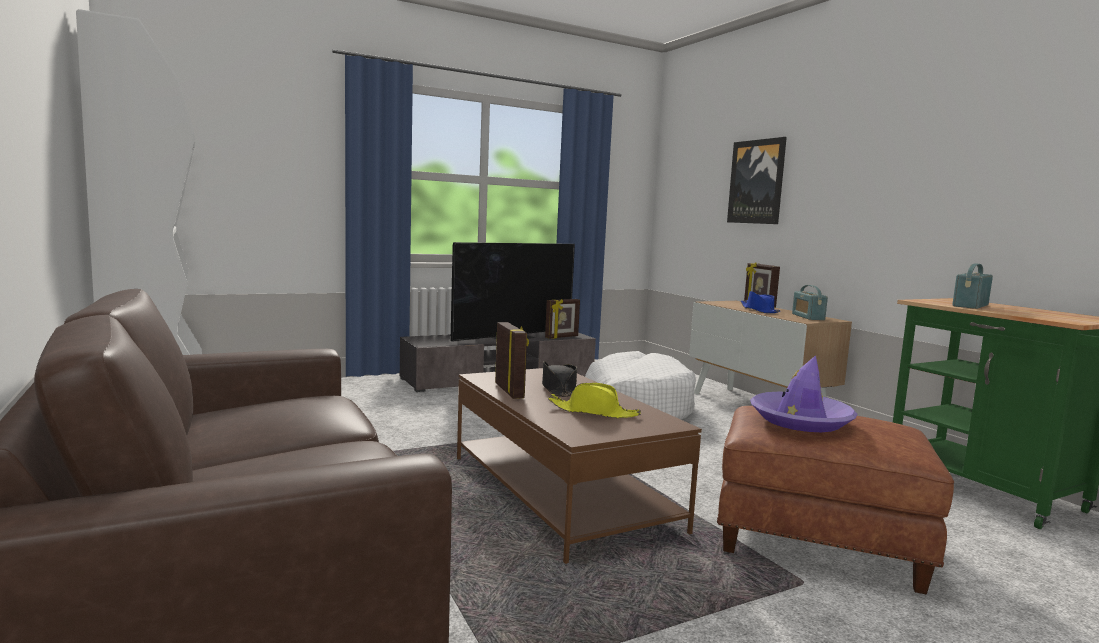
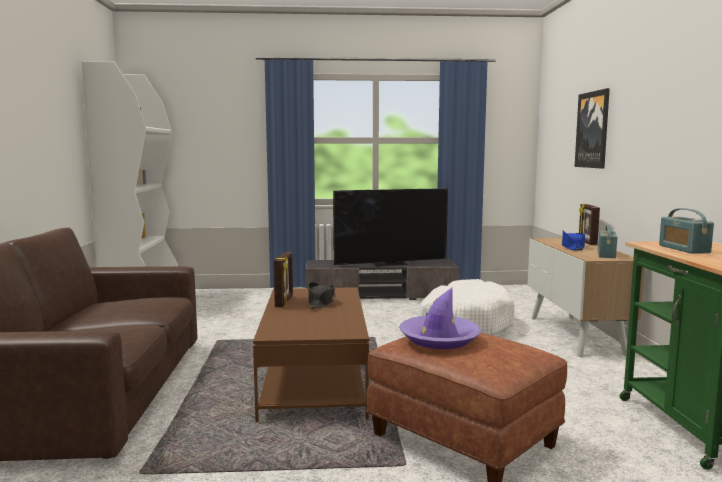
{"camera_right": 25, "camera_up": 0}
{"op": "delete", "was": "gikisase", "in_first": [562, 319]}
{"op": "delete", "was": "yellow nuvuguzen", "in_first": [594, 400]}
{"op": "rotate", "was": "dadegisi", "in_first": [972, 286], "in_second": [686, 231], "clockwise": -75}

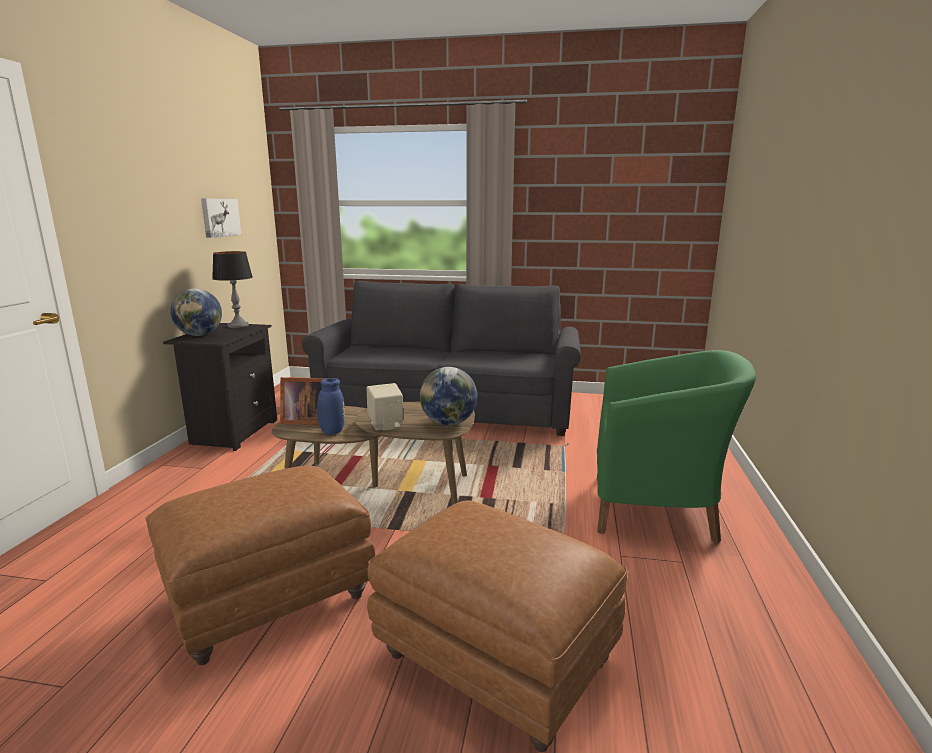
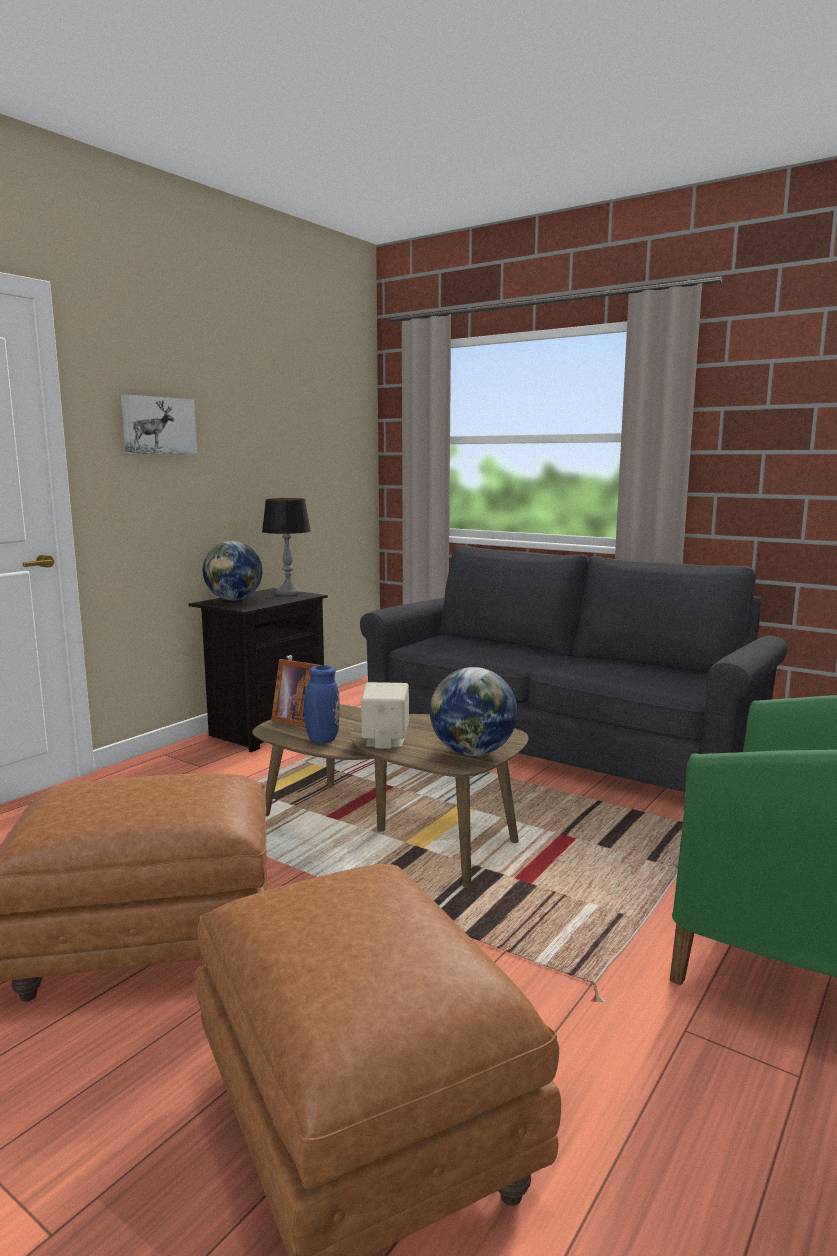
{"camera_right": 25, "camera_up": -5}
{"op": "move", "was": "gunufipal", "in_first": [221, 218], "in_second": [159, 424]}

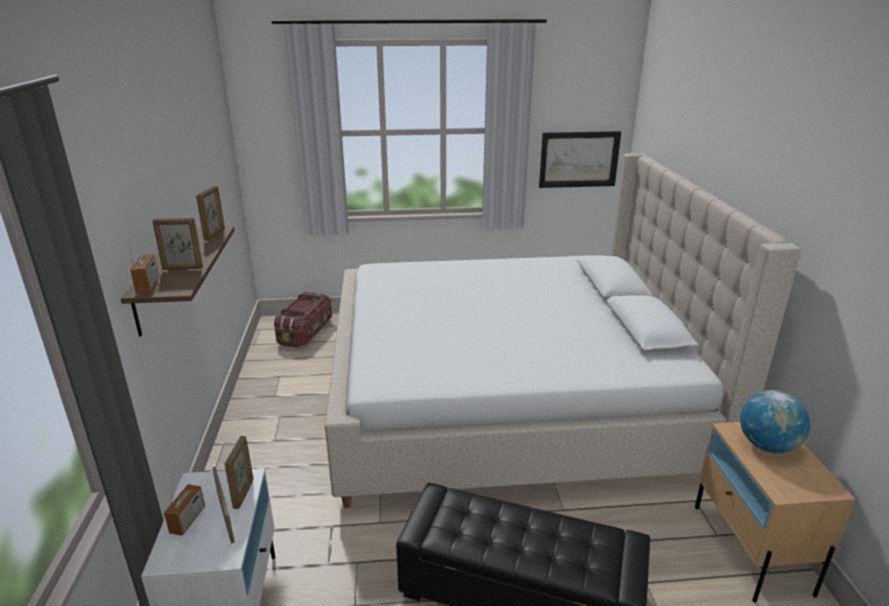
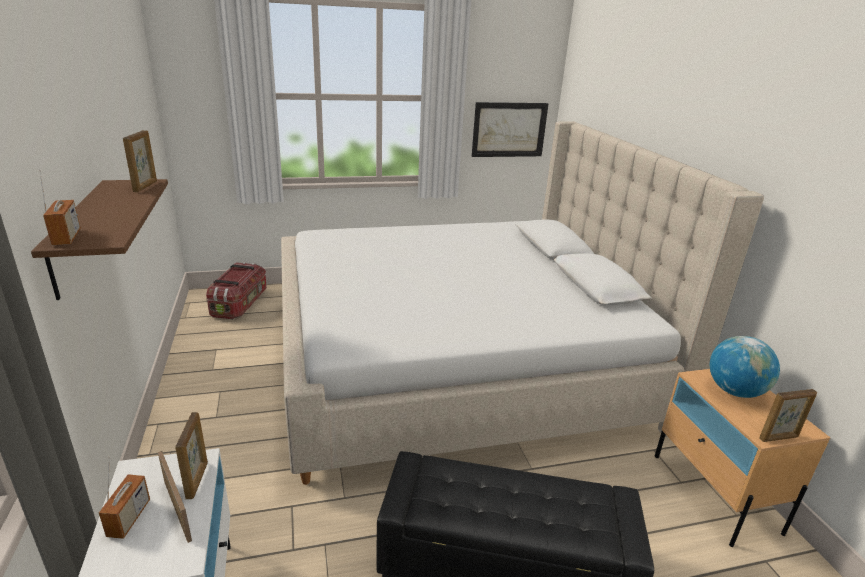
{"camera_right": -10, "camera_up": 0}
{"op": "move", "was": "gikisase", "in_first": [177, 244], "in_second": [788, 415]}

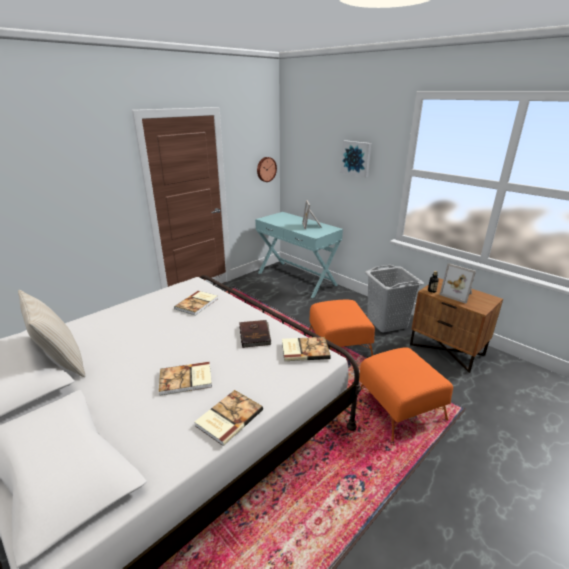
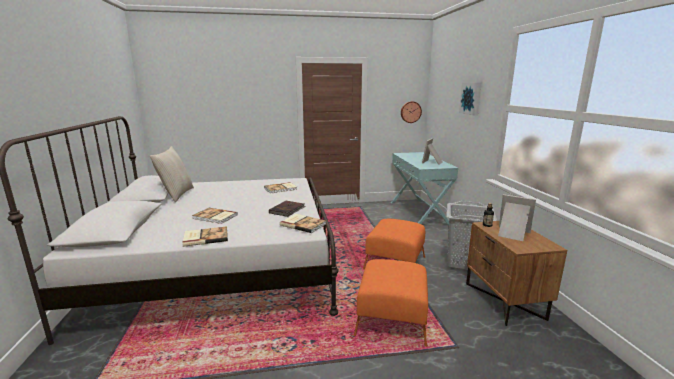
{"camera_right": 35, "camera_up": -10}
{"op": "rotate", "was": "gikisase", "in_first": [458, 283], "in_second": [517, 217], "clockwise": 135}

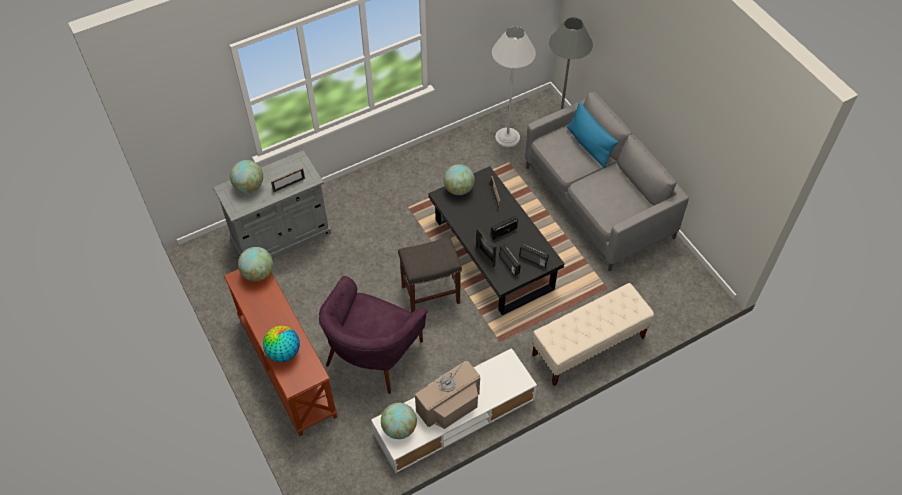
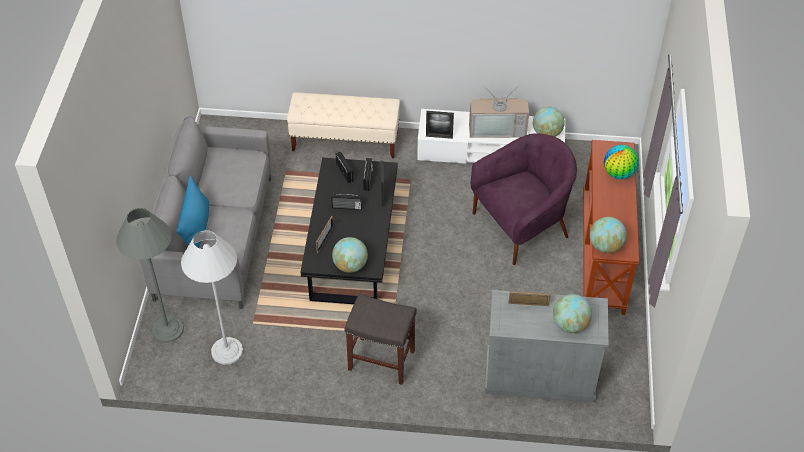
{"camera_right": -145, "camera_up": -5}
{"op": "move", "was": "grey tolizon", "in_first": [430, 274], "in_second": [381, 339]}
{"op": "insert", "now": "gikisase", "in_second": [440, 125]}

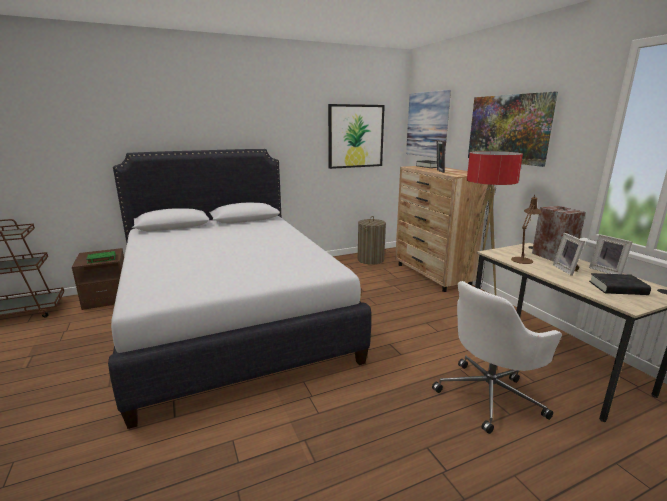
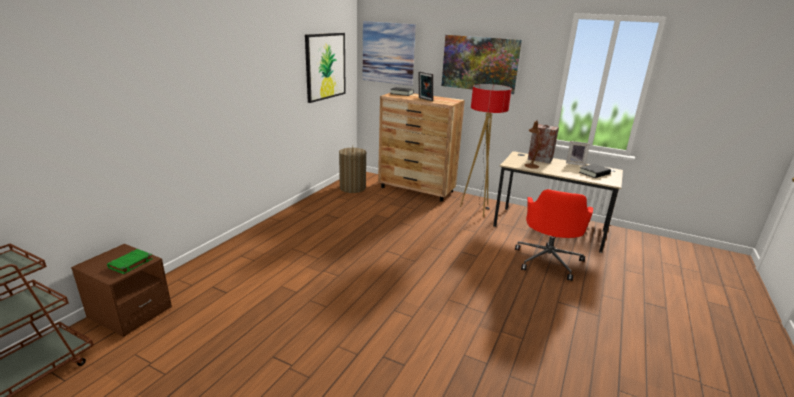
{"camera_right": -40, "camera_up": 5}
{"op": "delete", "was": "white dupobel", "in_first": [239, 289]}
{"op": "recolor", "was": "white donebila", "now": "red donebila", "in_first": [497, 357], "in_second": [554, 235]}
{"op": "delete", "was": "gikisase", "in_first": [569, 254]}

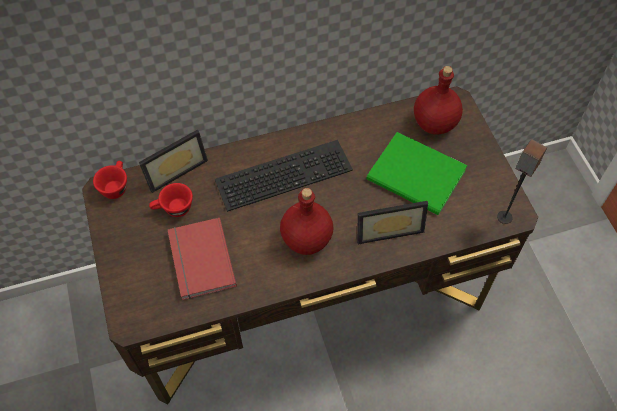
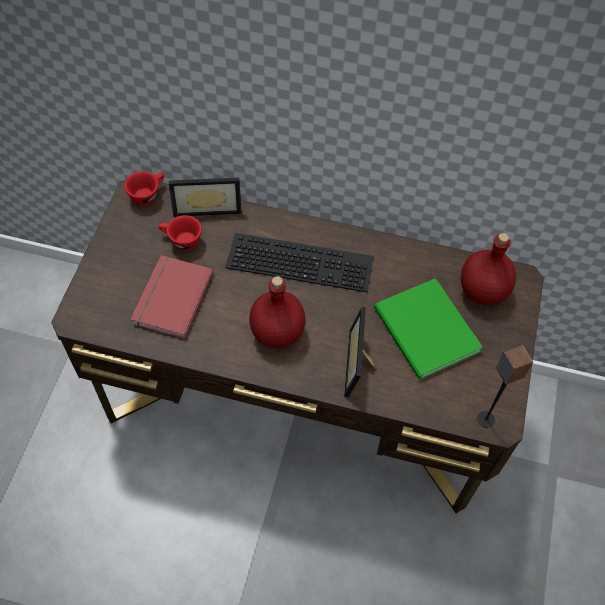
{"camera_right": 30, "camera_up": 0}
{"op": "rotate", "was": "gikisase", "in_first": [392, 222], "in_second": [360, 351], "clockwise": 75}

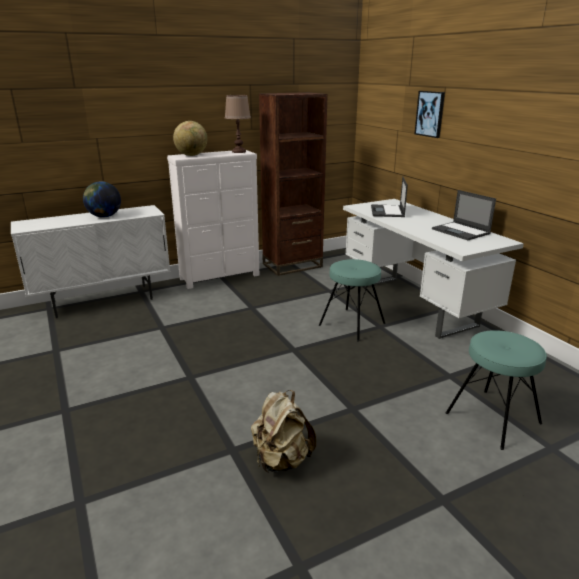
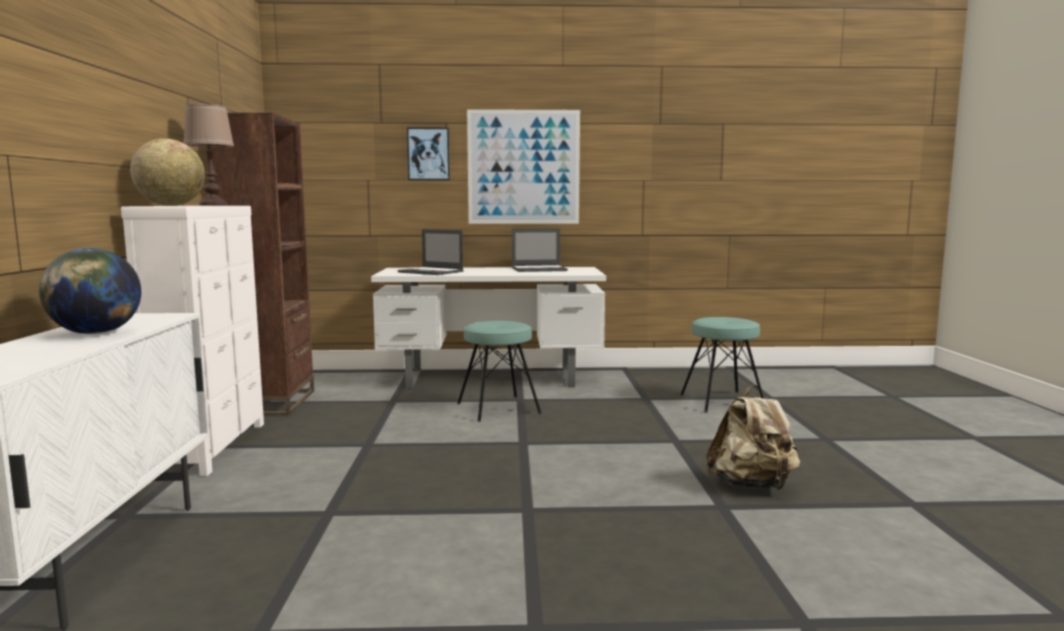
{"camera_right": -65, "camera_up": -15}
{"op": "insert", "now": "gunufipal", "in_second": [523, 166]}

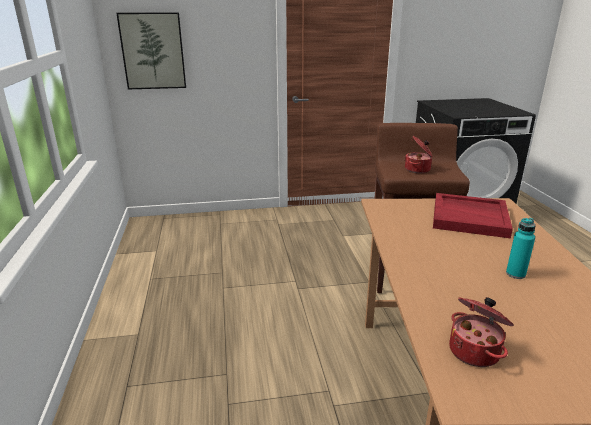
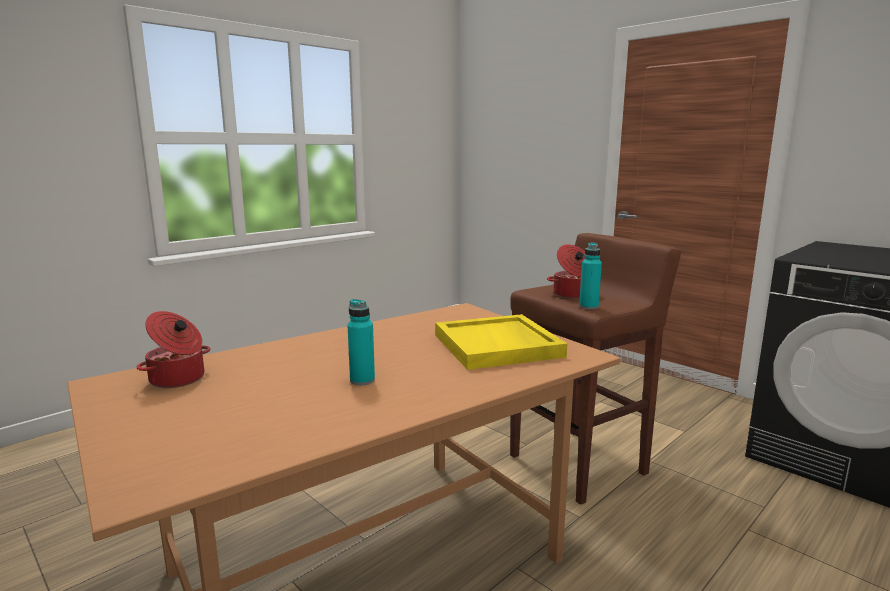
{"camera_right": 55, "camera_up": -10}
{"op": "delete", "was": "gunufipal", "in_first": [151, 50]}
{"op": "recolor", "was": "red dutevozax", "now": "yellow dutevozax", "in_first": [473, 215], "in_second": [501, 342]}
{"op": "insert", "now": "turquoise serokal", "in_second": [590, 276]}

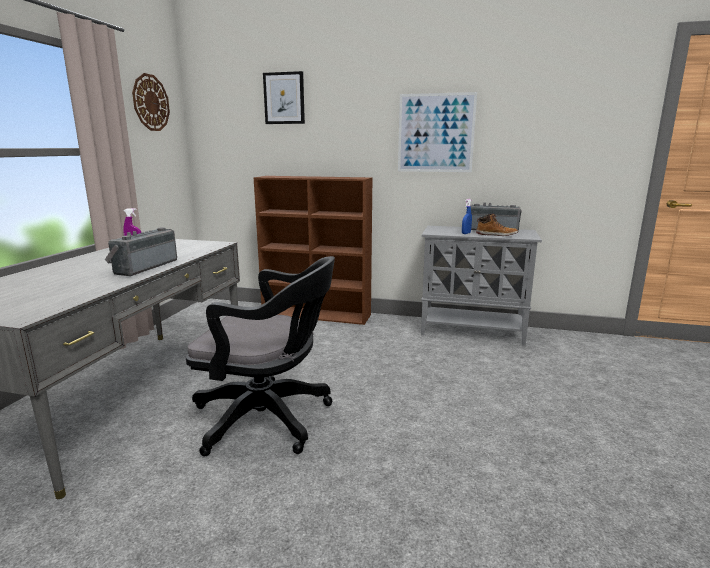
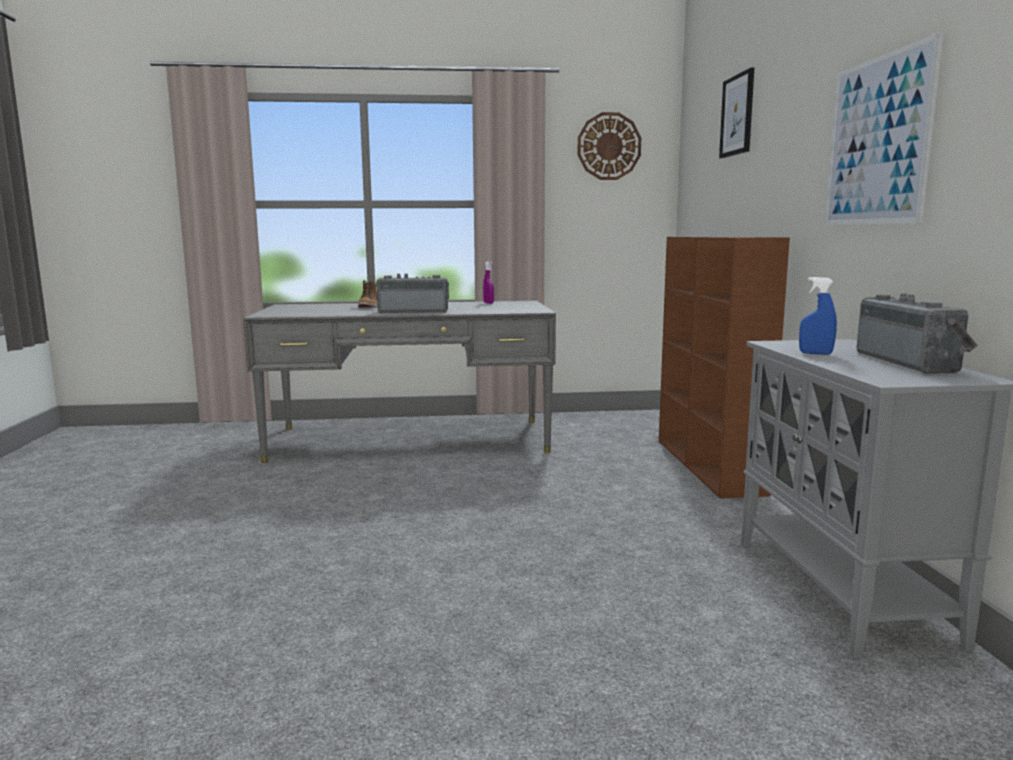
{"camera_right": 70, "camera_up": -5}
{"op": "delete", "was": "black donebila", "in_first": [260, 356]}
{"op": "move", "was": "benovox", "in_first": [497, 224], "in_second": [368, 294]}

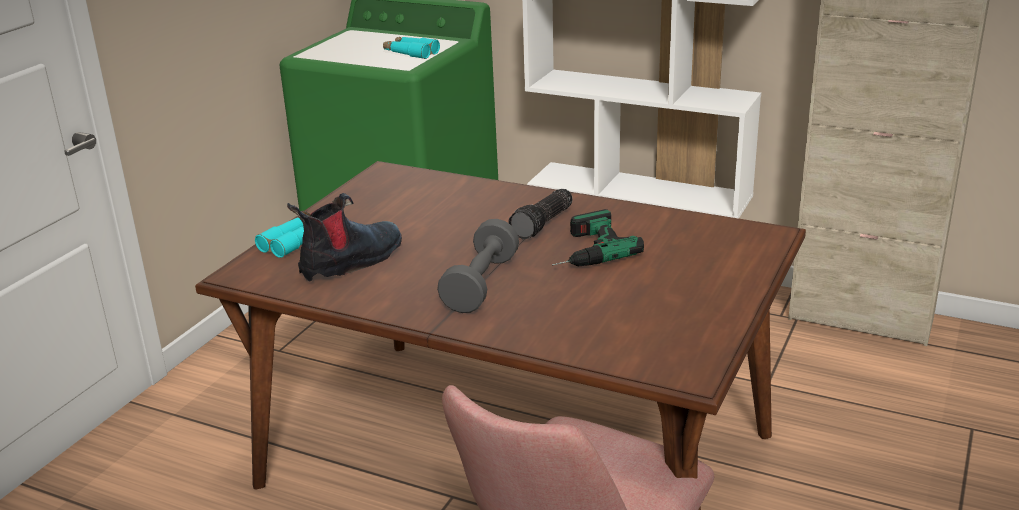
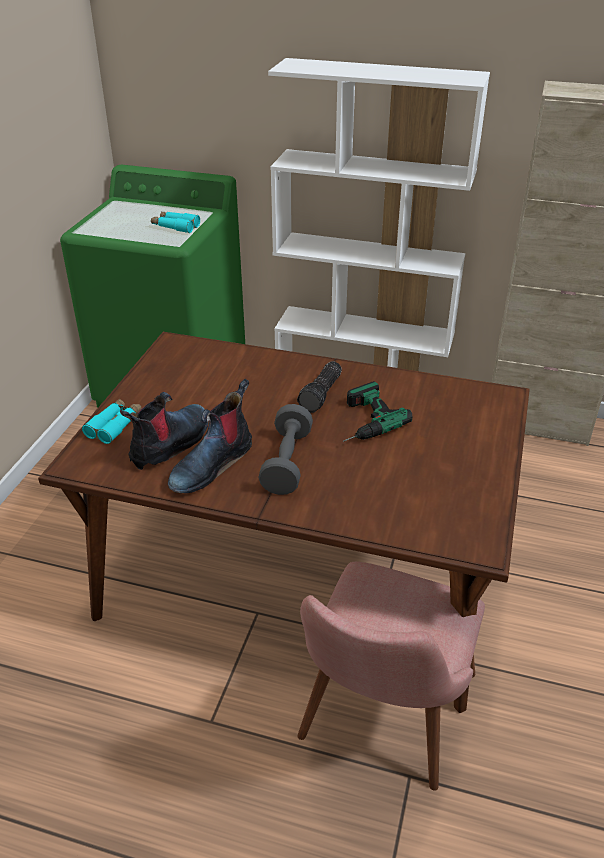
{"camera_right": -10, "camera_up": 10}
{"op": "insert", "now": "benovox", "in_second": [210, 436]}

